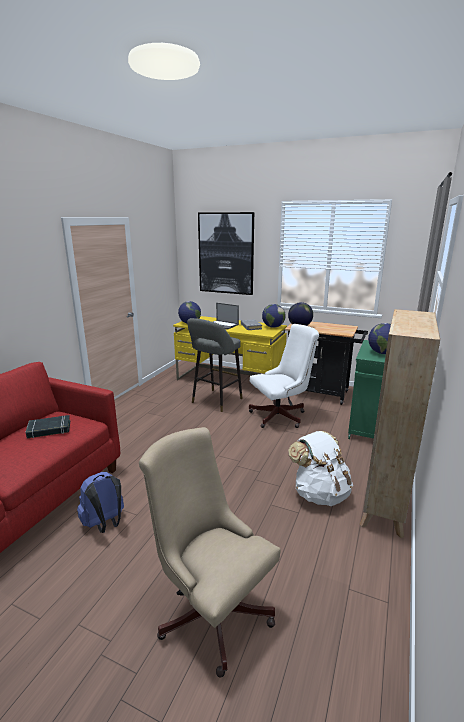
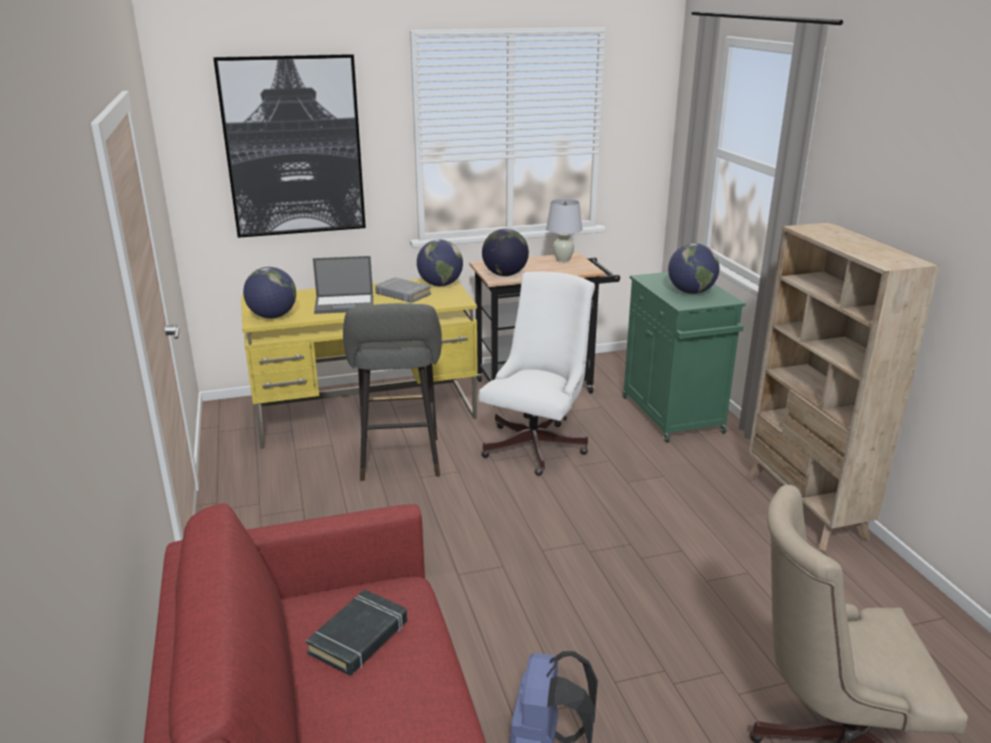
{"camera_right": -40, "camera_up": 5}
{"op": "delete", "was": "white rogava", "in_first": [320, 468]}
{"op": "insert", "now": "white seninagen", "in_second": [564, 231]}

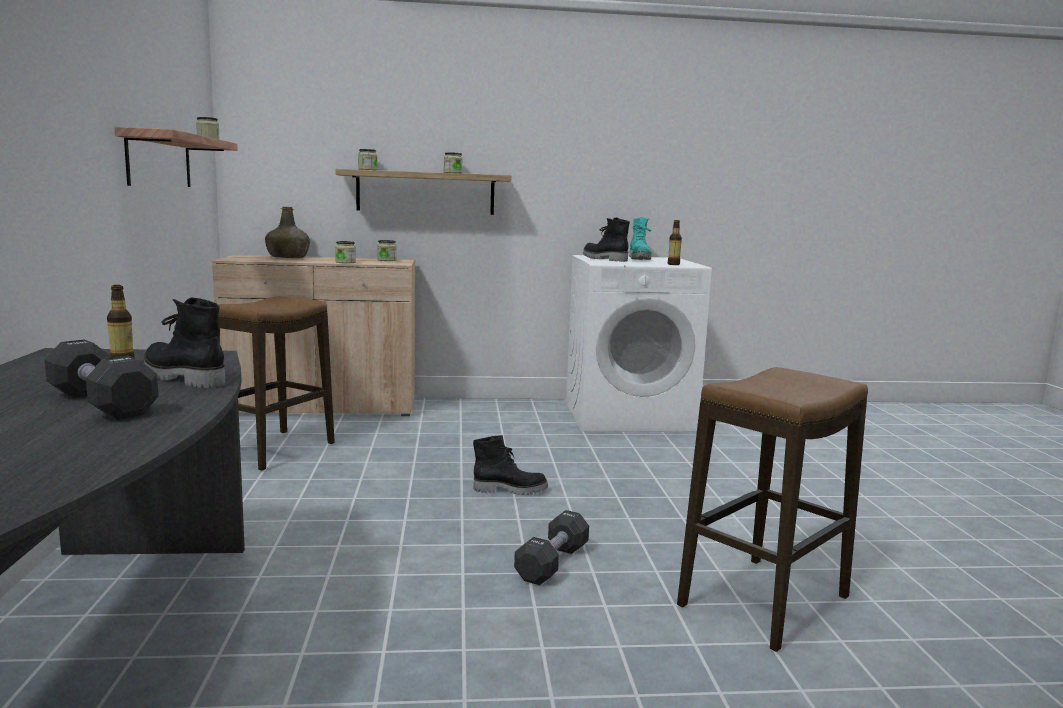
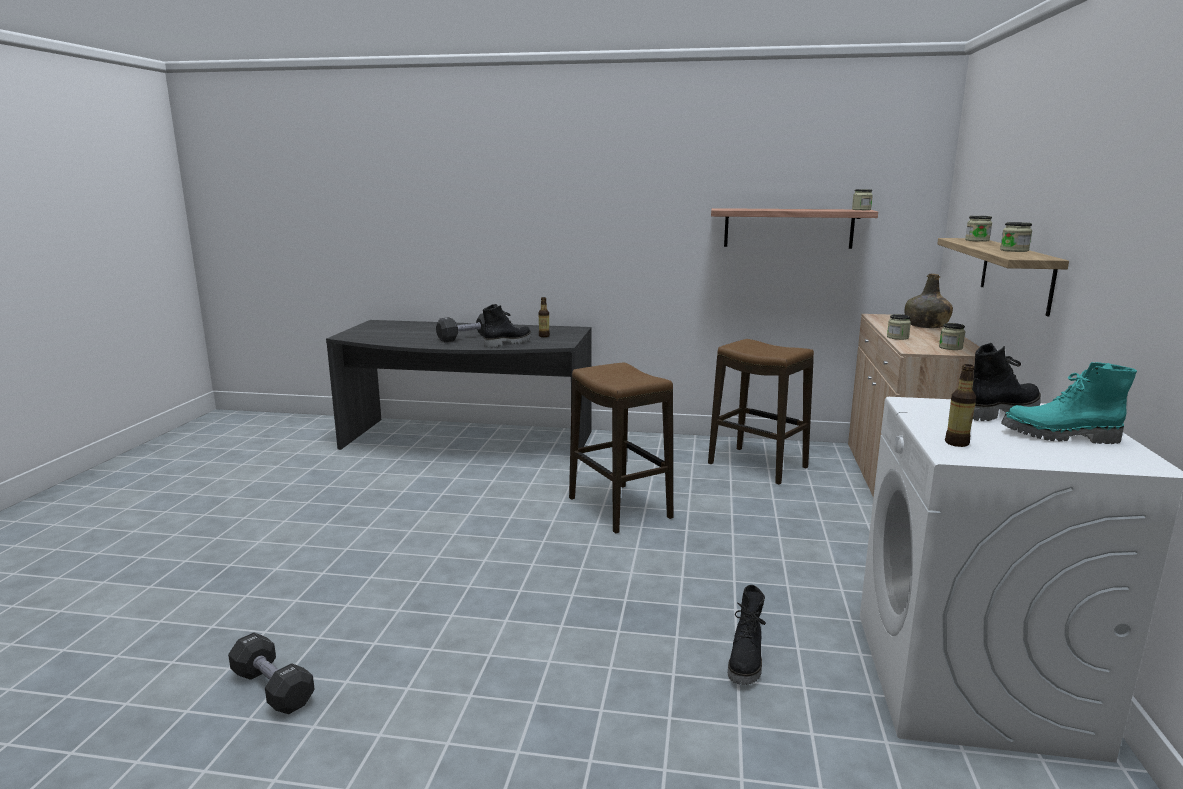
{"camera_right": 105, "camera_up": 5}
{"op": "move", "was": "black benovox", "in_first": [510, 465], "in_second": [747, 635]}
{"op": "move", "was": "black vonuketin", "in_first": [551, 547], "in_second": [271, 673]}
{"op": "move", "was": "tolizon", "in_first": [772, 509], "in_second": [621, 448]}

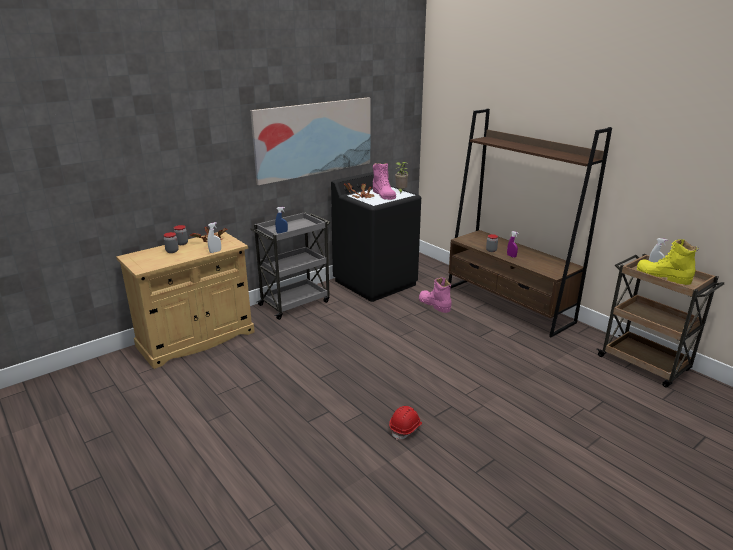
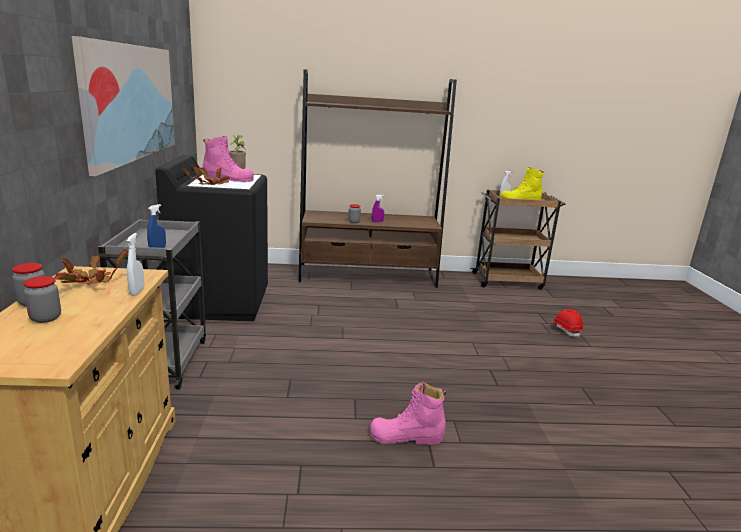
{"camera_right": -55, "camera_up": -5}
{"op": "move", "was": "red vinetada", "in_first": [405, 423], "in_second": [568, 323]}
{"op": "move", "was": "pink benovox", "in_first": [435, 295], "in_second": [408, 413]}

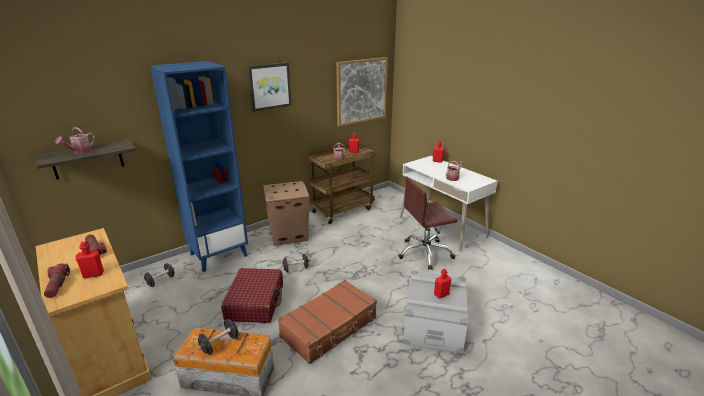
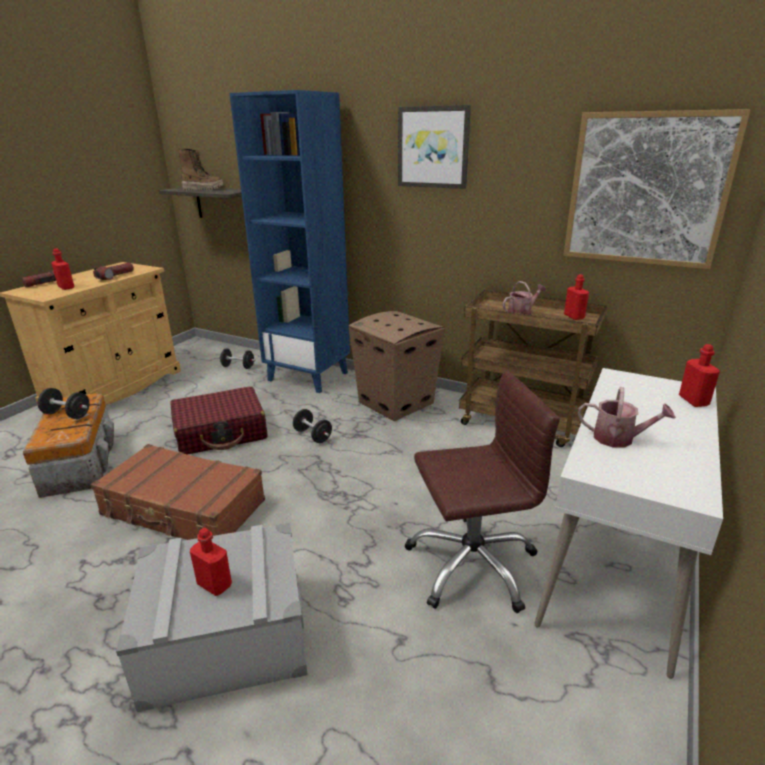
{"camera_right": 65, "camera_up": 0}
{"op": "replace", "was": "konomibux", "now": "benovox", "in_first": [75, 140], "in_second": [200, 168]}
{"op": "rotate", "was": "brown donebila", "in_first": [428, 223], "in_second": [482, 491], "clockwise": 120}

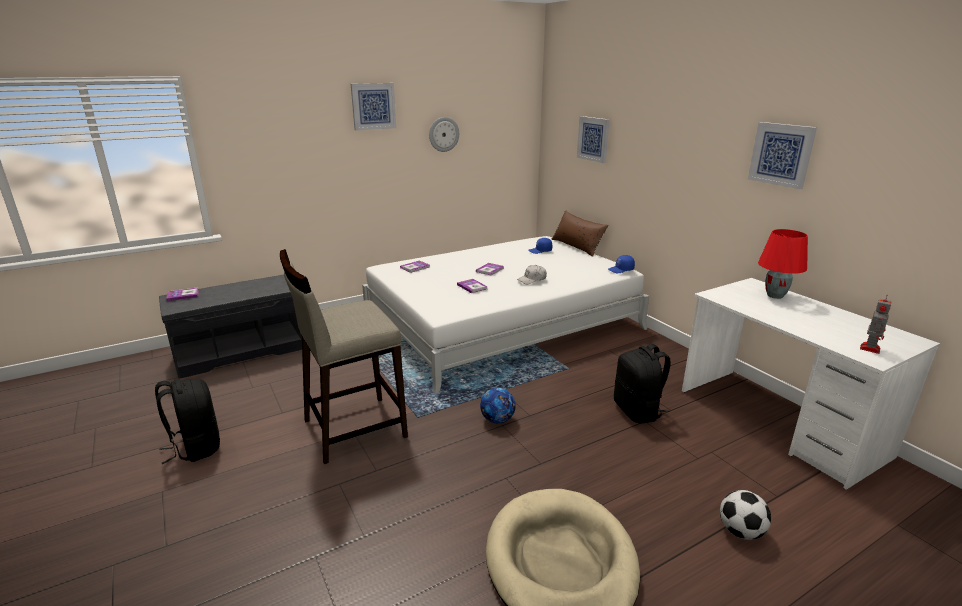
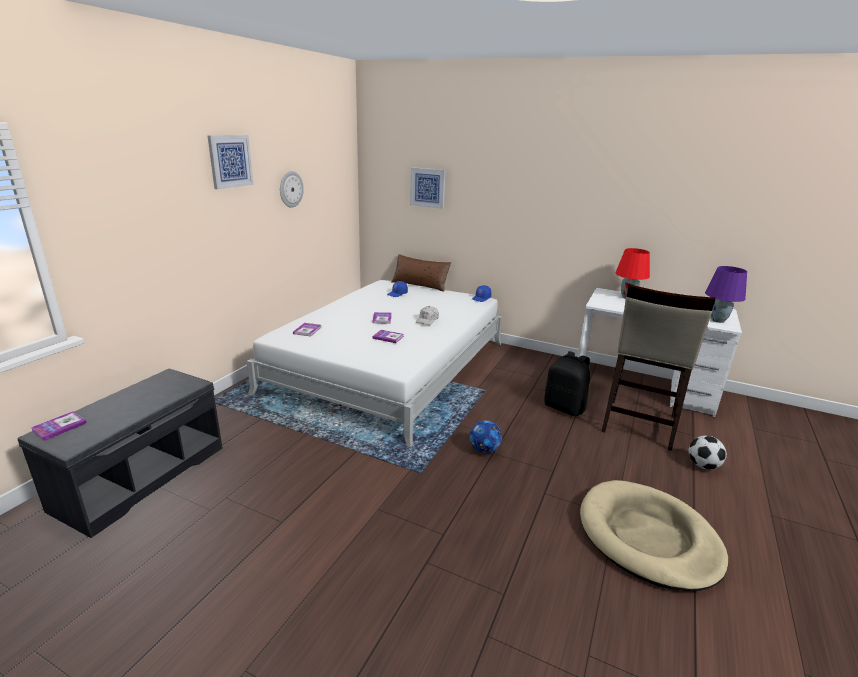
{"camera_right": -35, "camera_up": 0}
{"op": "delete", "was": "black rogava", "in_first": [187, 421]}
{"op": "move", "was": "beige tolizon", "in_first": [344, 356], "in_second": [659, 367]}
{"op": "delete", "was": "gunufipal", "in_first": [782, 155]}
{"op": "replace", "was": "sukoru", "now": "purple seninagen", "in_first": [876, 324], "in_second": [726, 294]}

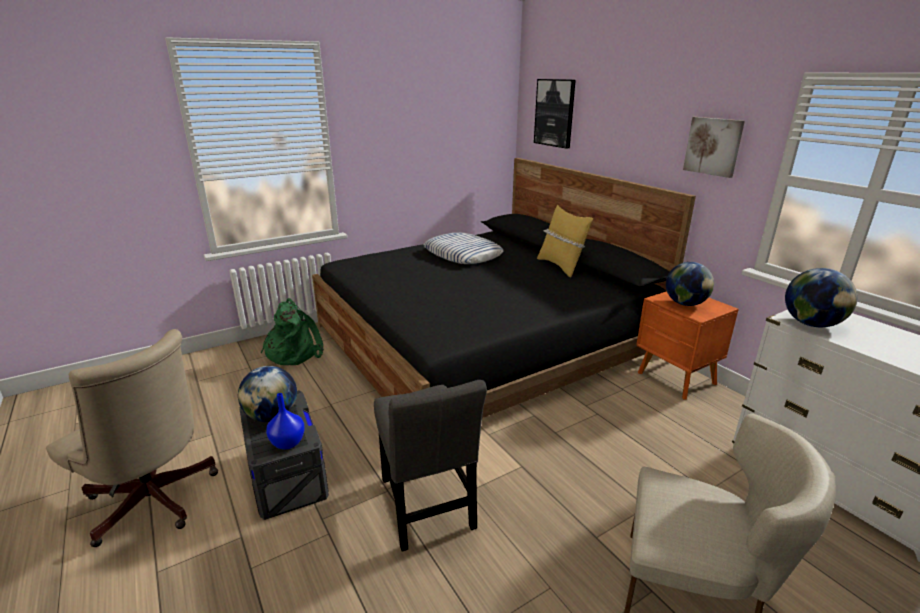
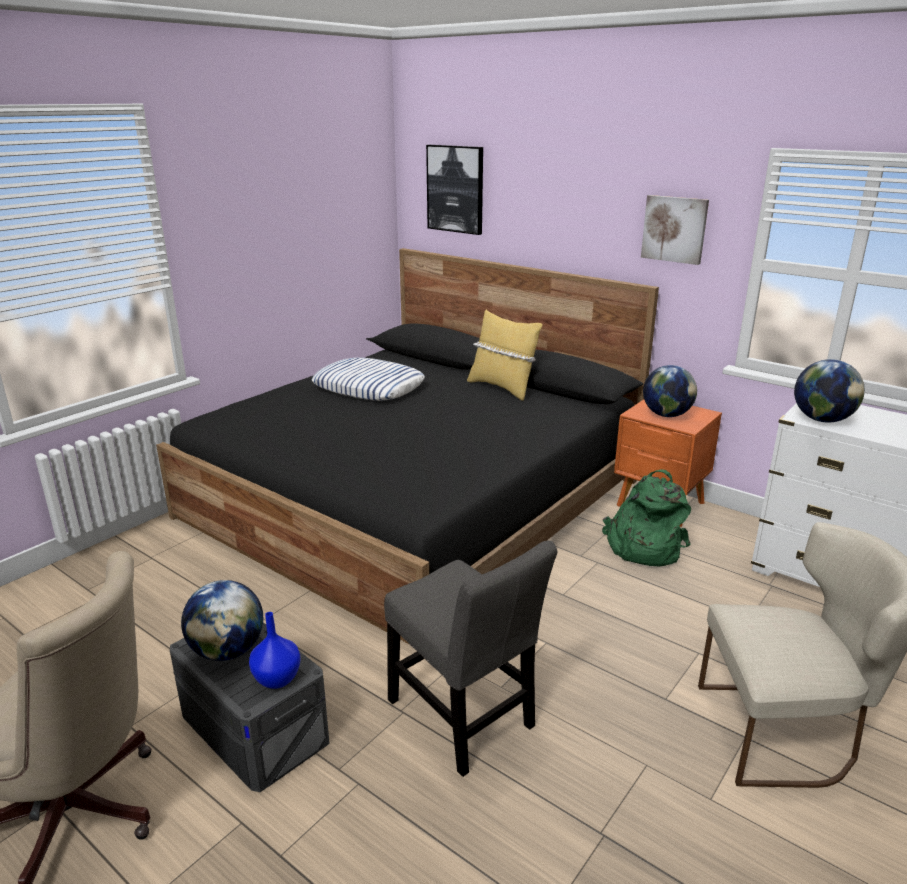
{"camera_right": -20, "camera_up": 0}
{"op": "move", "was": "green rogava", "in_first": [292, 331], "in_second": [646, 517]}

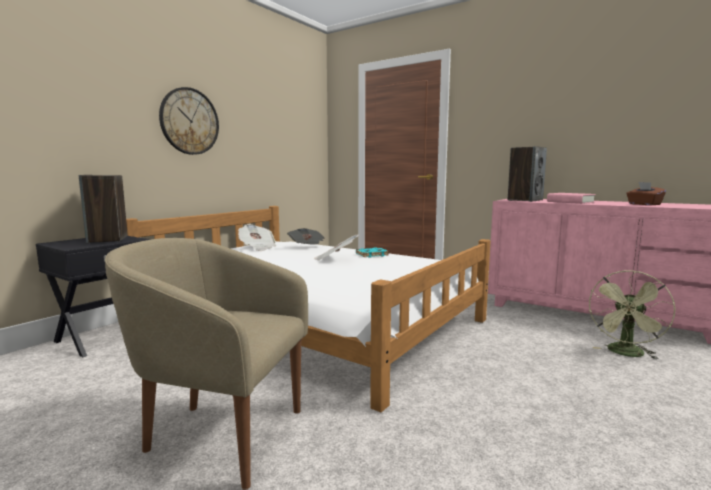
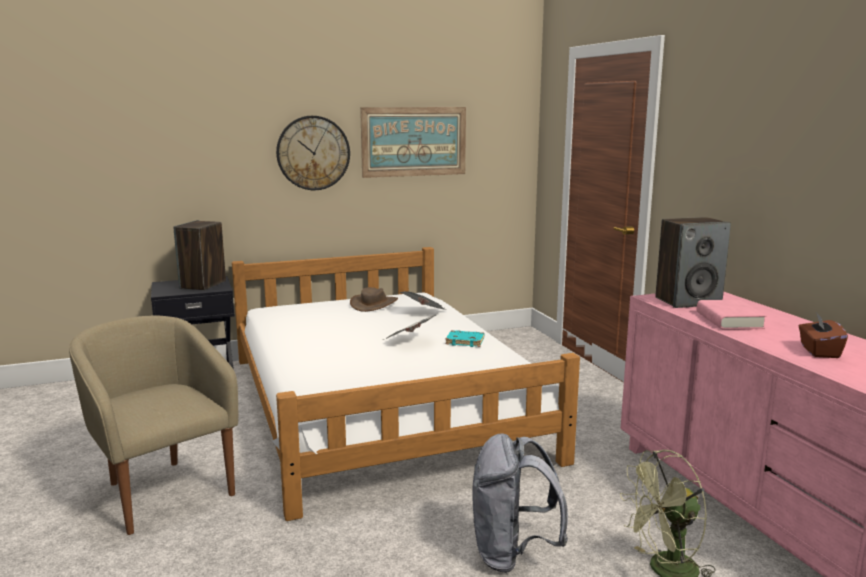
{"camera_right": 35, "camera_up": 5}
{"op": "replace", "was": "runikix", "now": "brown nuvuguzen", "in_first": [257, 237], "in_second": [374, 299]}
{"op": "insert", "now": "gunufipal", "in_second": [413, 142]}
{"op": "insert", "now": "grey rogava", "in_second": [520, 503]}

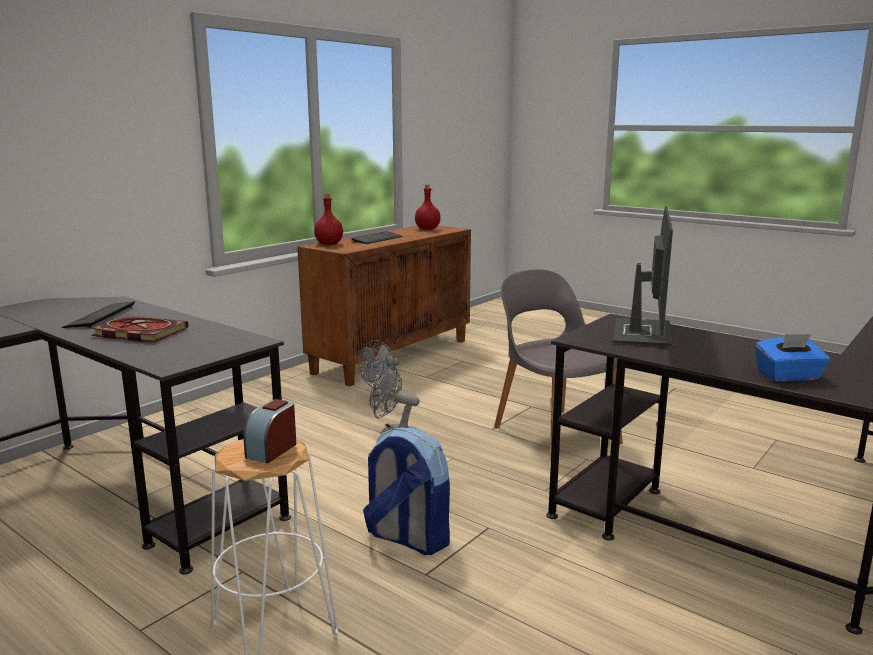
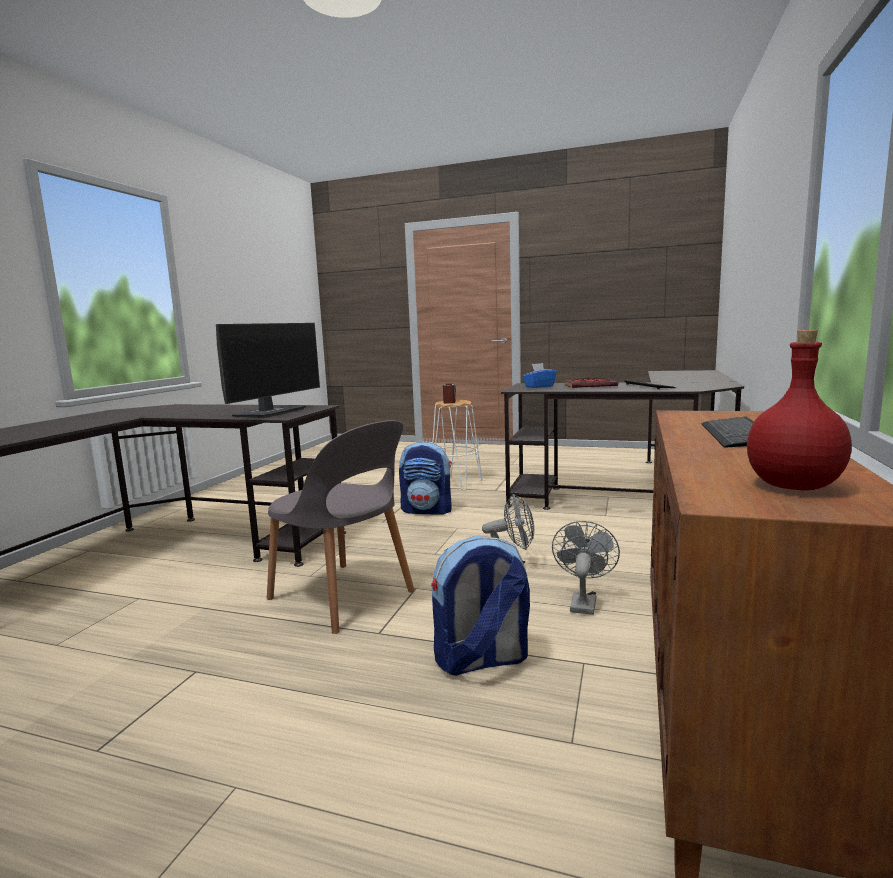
{"camera_right": 160, "camera_up": -5}
{"op": "delete", "was": "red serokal", "in_first": [328, 219]}
{"op": "rotate", "was": "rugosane", "in_first": [643, 276], "in_second": [268, 370], "clockwise": -150}
{"op": "move", "was": "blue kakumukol", "in_first": [792, 358], "in_second": [539, 375]}
{"op": "insert", "now": "rogava", "in_second": [480, 606]}

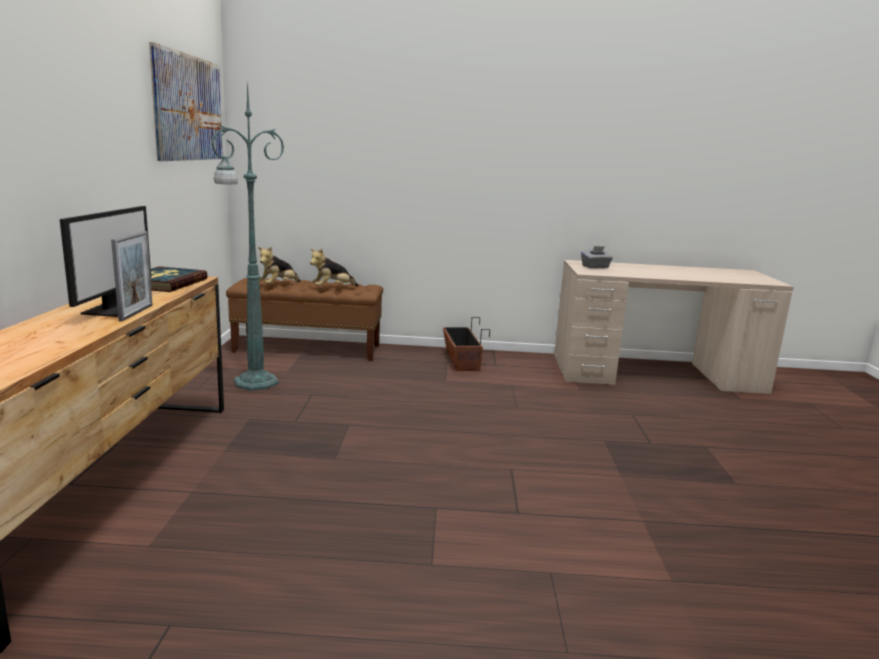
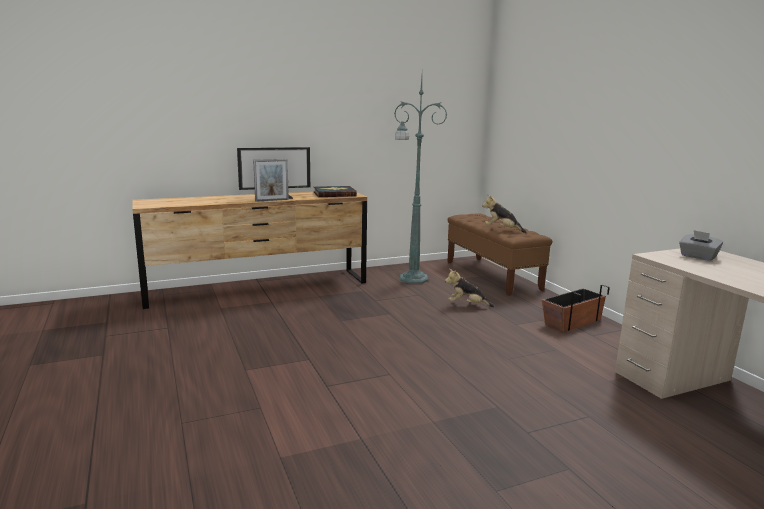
{"camera_right": 65, "camera_up": 0}
{"op": "delete", "was": "gunufipal", "in_first": [186, 101]}
{"op": "move", "was": "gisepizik", "in_first": [279, 265], "in_second": [469, 287]}

